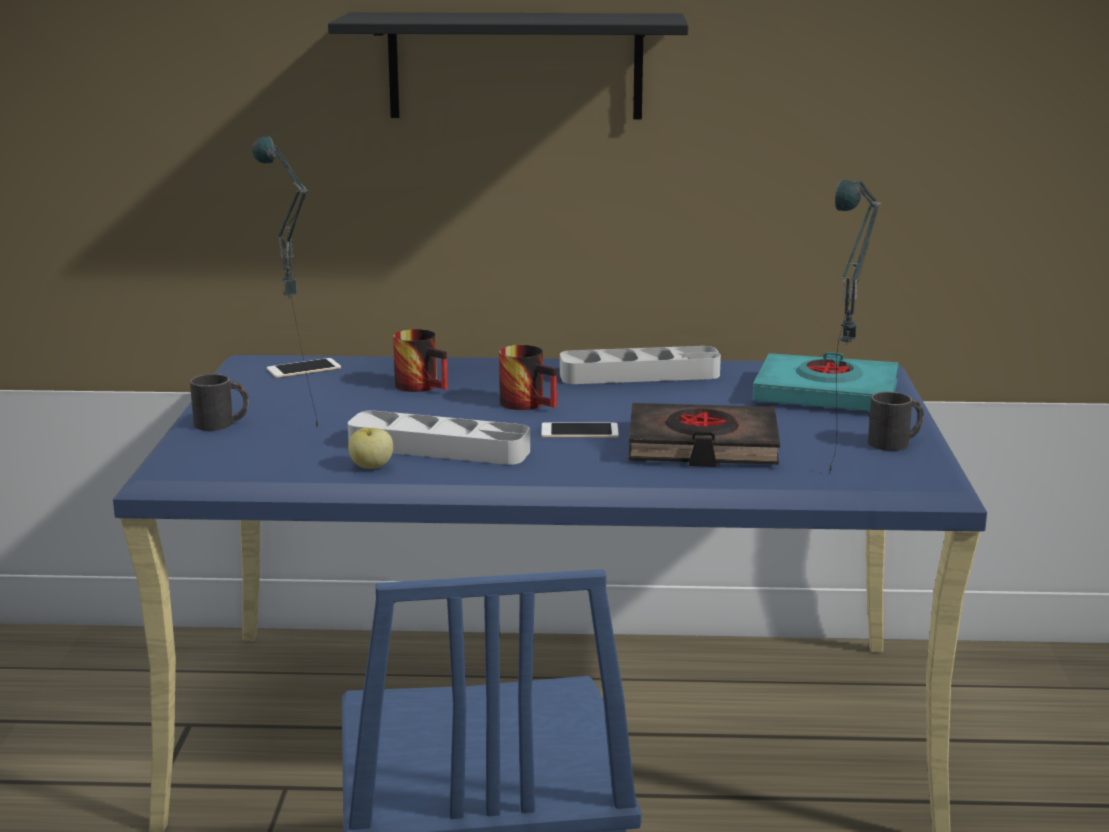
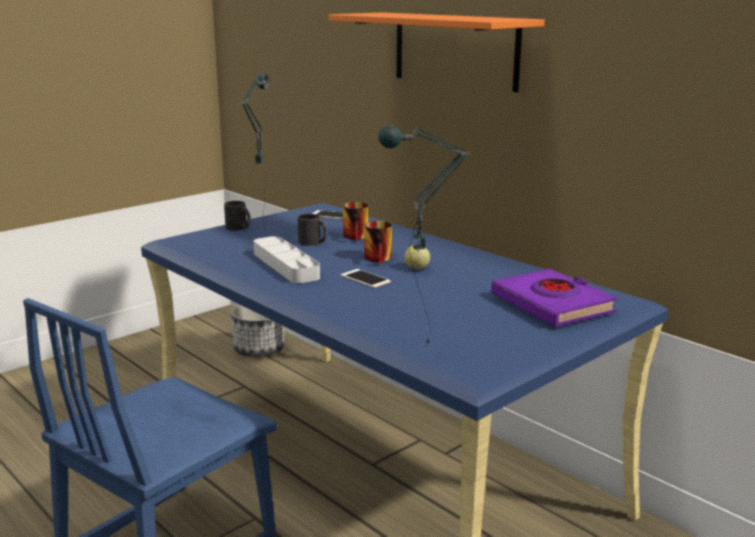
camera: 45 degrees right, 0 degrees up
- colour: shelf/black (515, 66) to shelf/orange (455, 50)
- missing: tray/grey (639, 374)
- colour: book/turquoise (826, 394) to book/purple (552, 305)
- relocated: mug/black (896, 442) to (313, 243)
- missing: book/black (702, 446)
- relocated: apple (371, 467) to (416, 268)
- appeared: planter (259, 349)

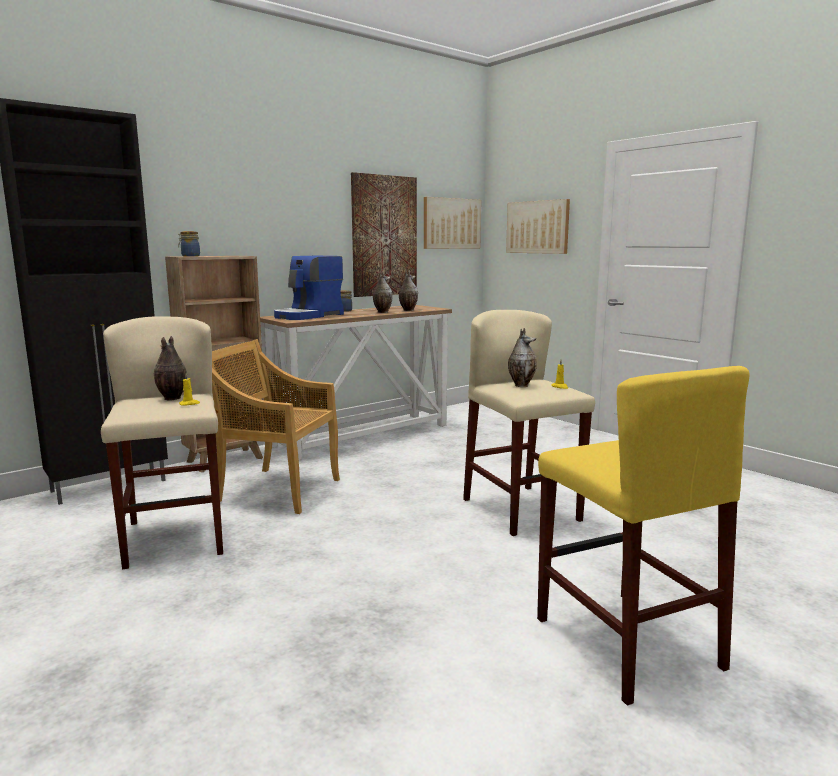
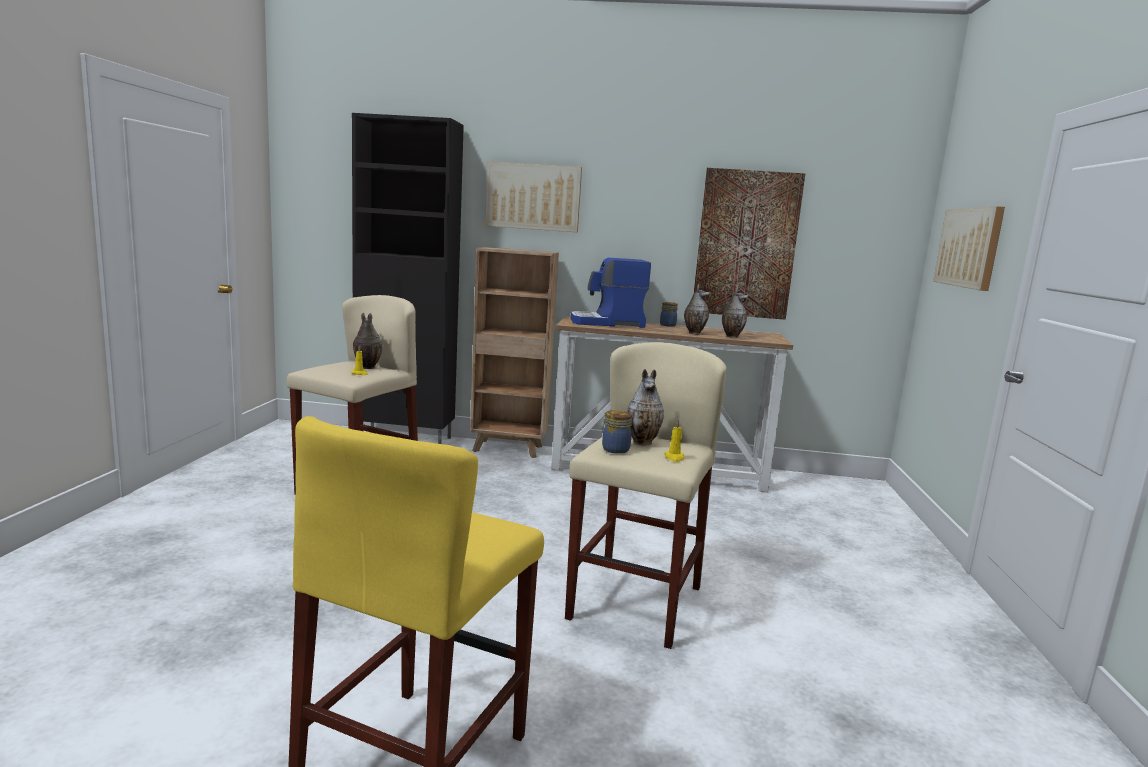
camera: 45 degrees right, 0 degrees up
- relocated: picture (451, 223) to (533, 197)
- relocated: jar (190, 256) to (614, 449)
- missing: chair/beige (277, 490)

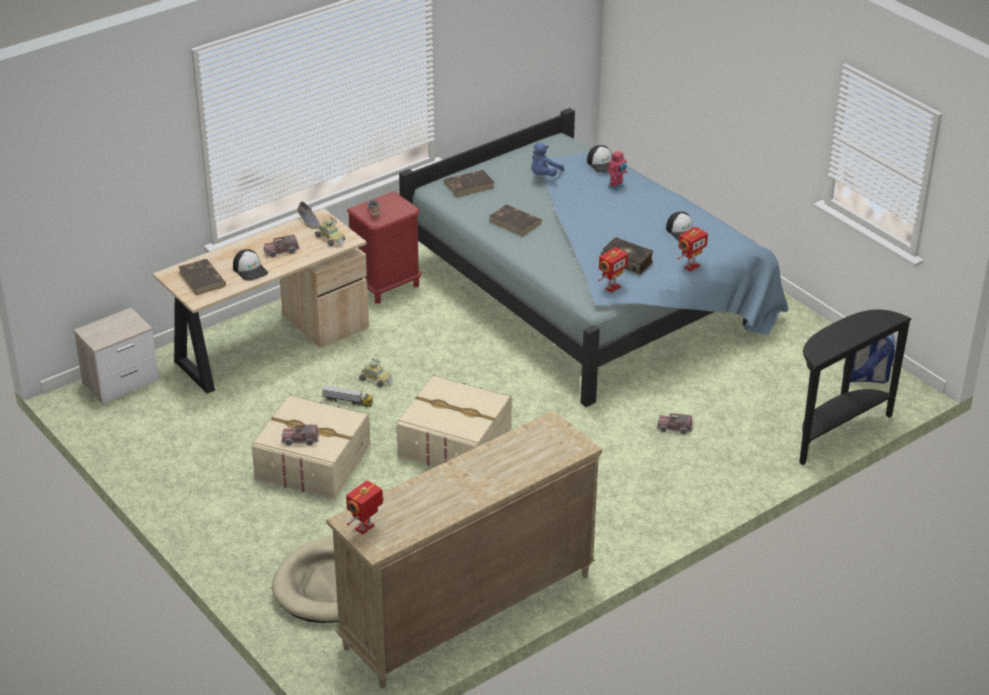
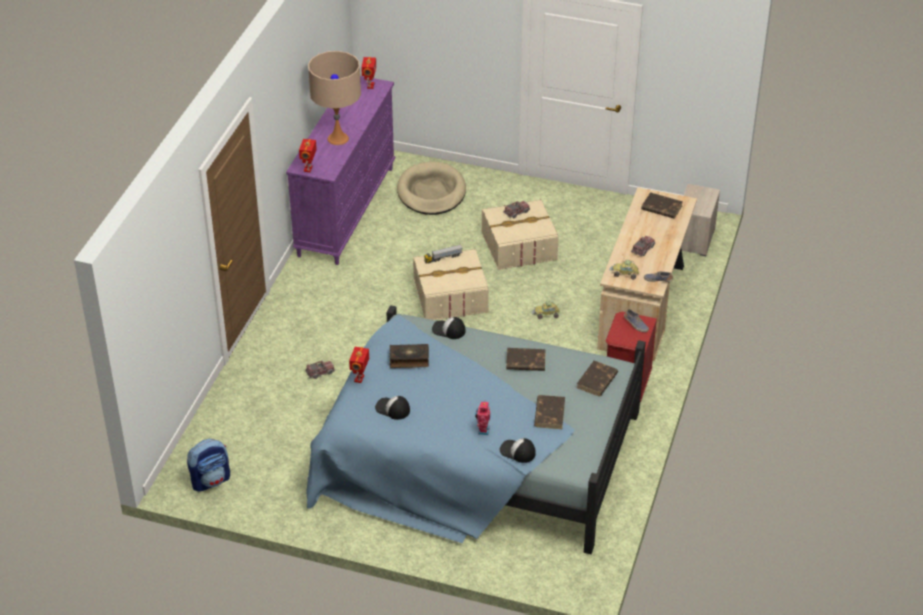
camera: 145 degrees right, 5 degrees up
- exchanged: plush toy/blue (544, 175) to book/brown (549, 413)
- relocated: toy robot (612, 287) to (309, 169)
- relocated: cap (250, 270) to (448, 330)
- missing: console table/black (835, 431)
- relocated: toy truck (347, 401) to (443, 258)
- colour: dresser/beige (467, 611) to dresser/purple (346, 211)
- appeared: table lamp/beige (338, 138)

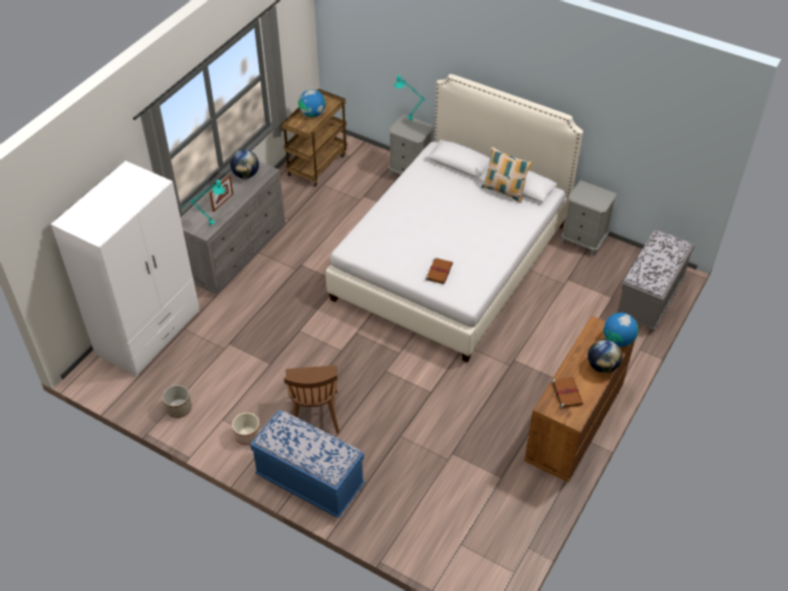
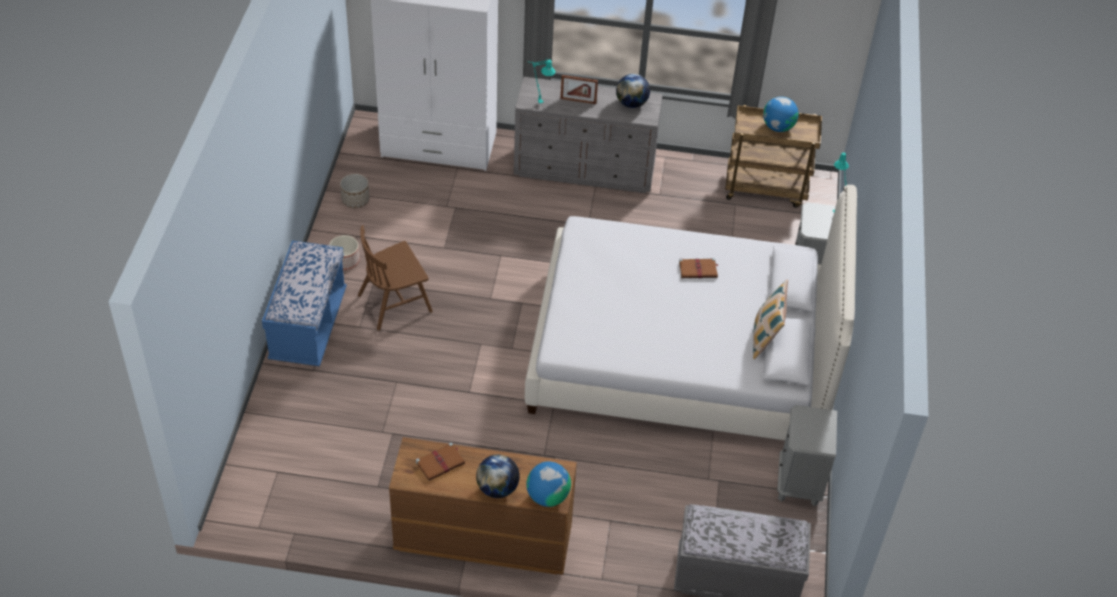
camera: 65 degrees right, 0 degrees up
- relocated: book/brown (439, 271) to (698, 270)

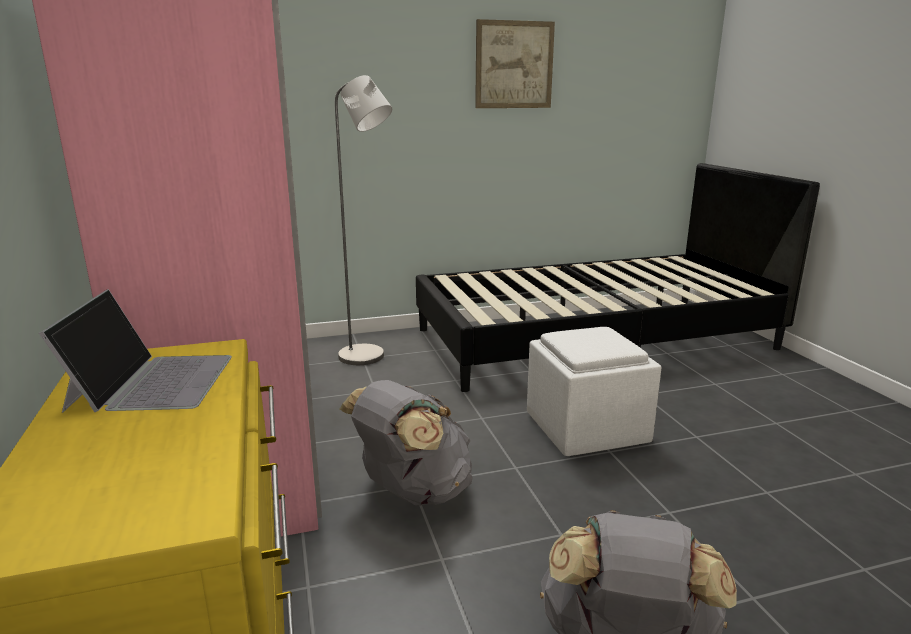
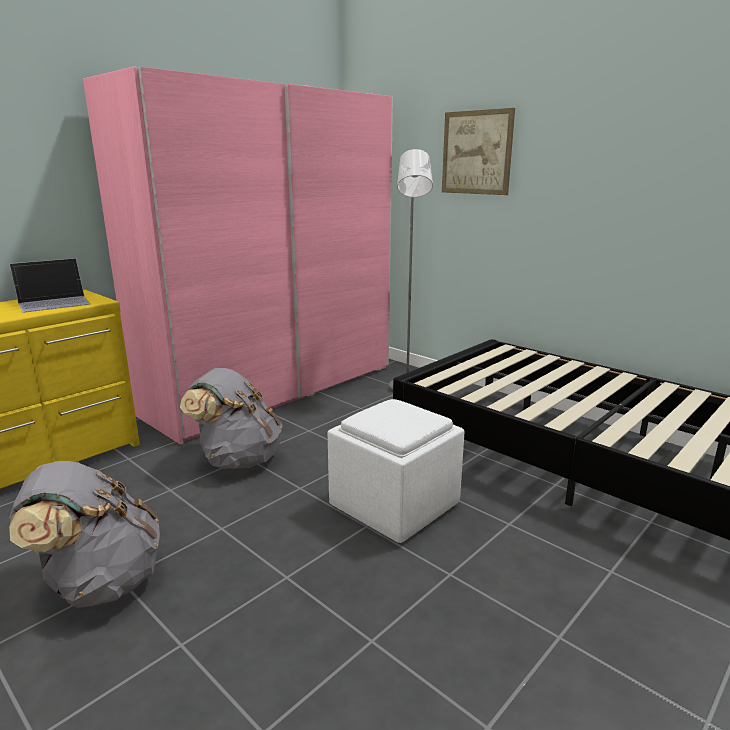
camera: 60 degrees right, 0 degrees up
- relocated: picture (514, 65) to (476, 152)

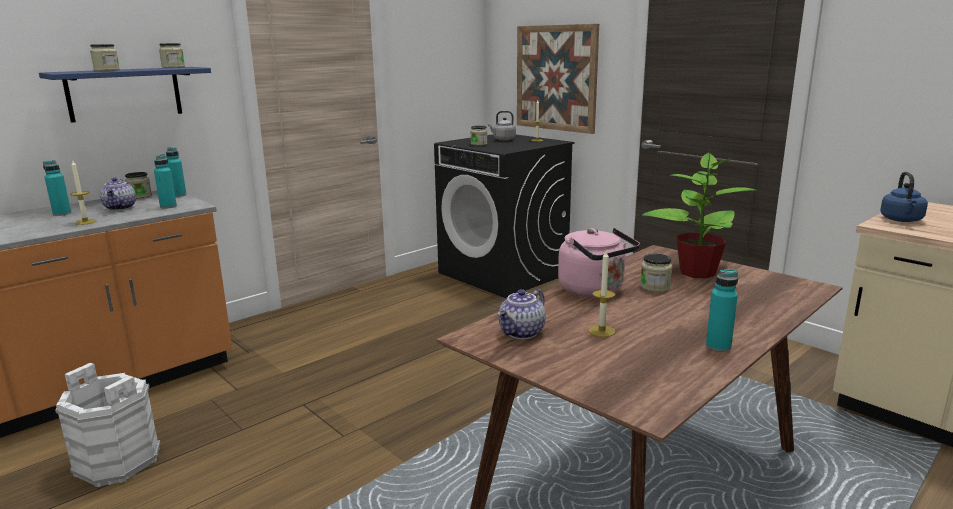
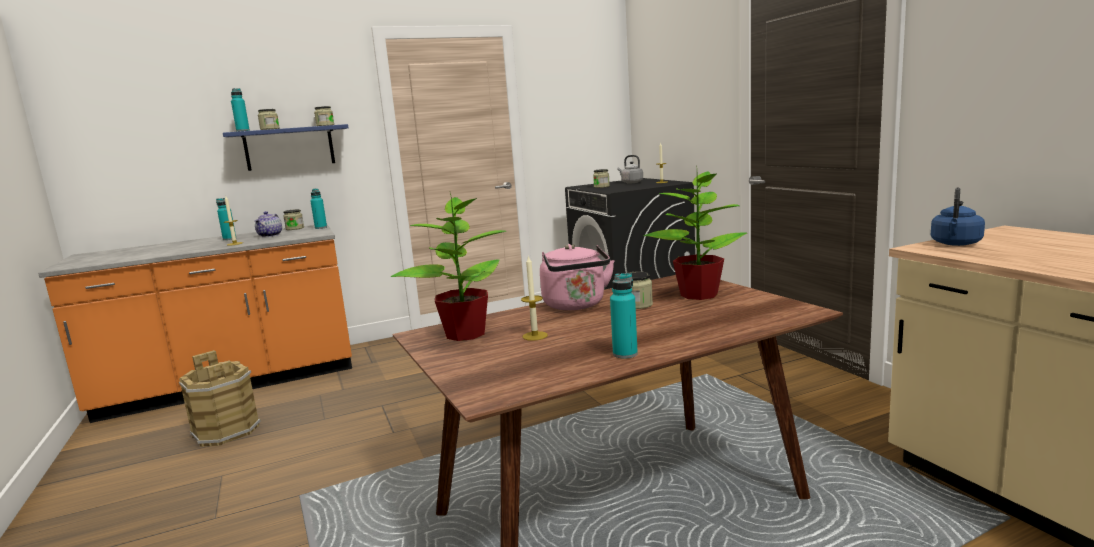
camera: 20 degrees right, 5 degrees down
- missing: picture (556, 78)
- relocated: bottle/turquoise (168, 206) to (243, 131)
- exchanged: teapot (522, 333) to potted plant (465, 333)
- colour: bucket/white (118, 461) to bucket/brown (227, 431)

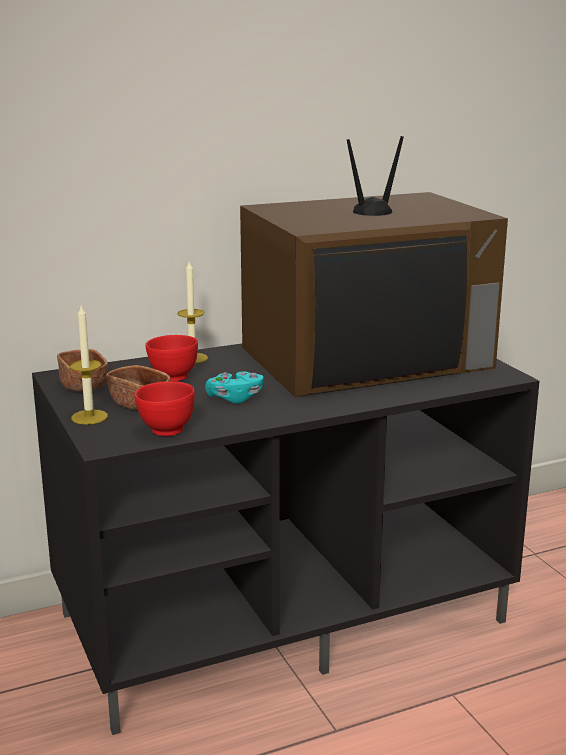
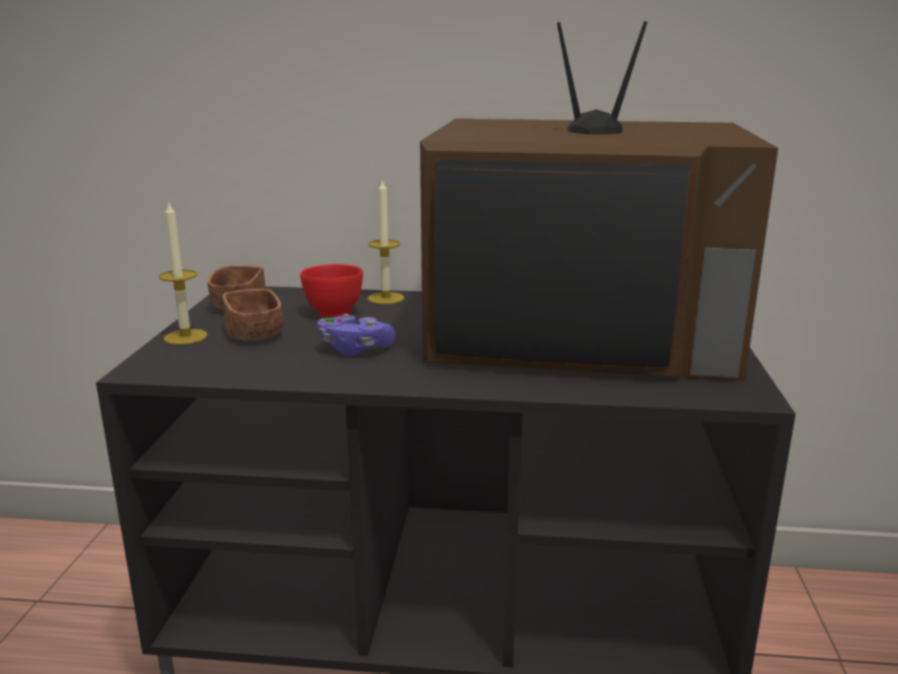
camera: 30 degrees right, 0 degrees up
- colour: game controller/turquoise (235, 398) to game controller/purple (355, 349)
- missing: bowl/red (166, 430)

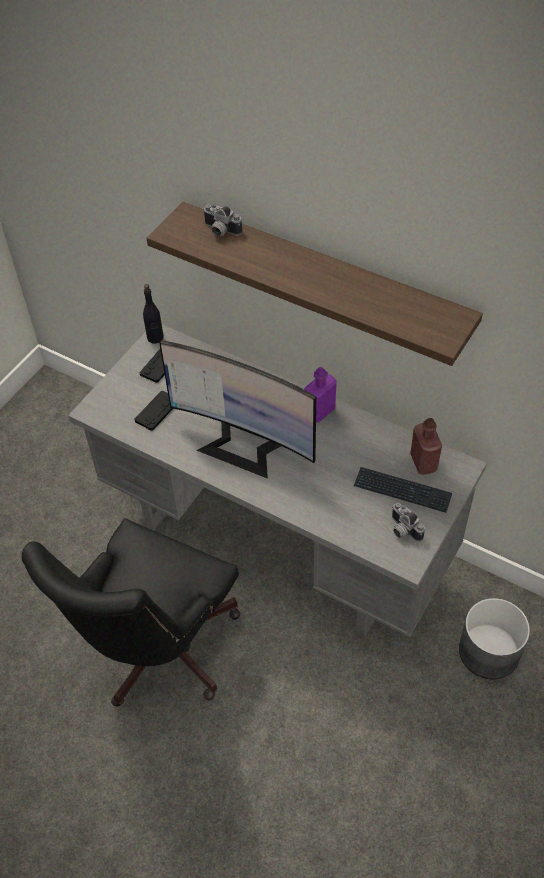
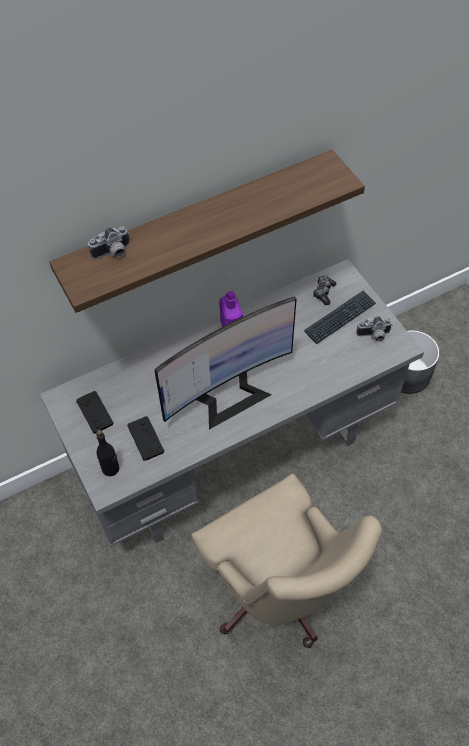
camera: 60 degrees left, 5 degrees up
- relocated: bottle/black (155, 338) to (111, 468)
- exchanged: bottle/red (423, 462) to game controller (323, 292)
- colour: office chair/black (156, 651) to office chair/beige (278, 591)

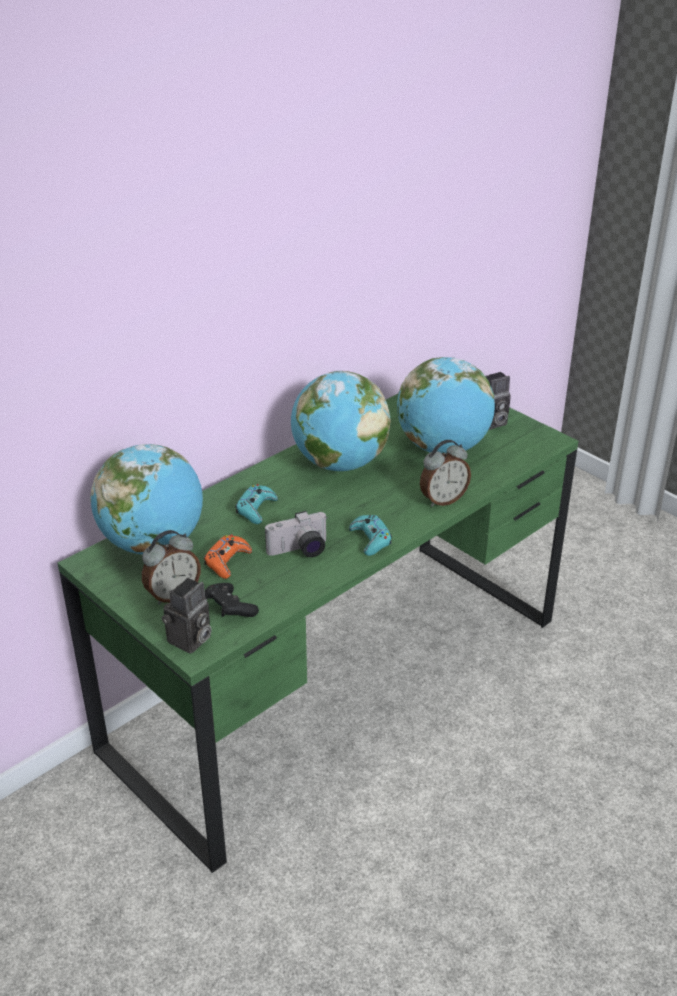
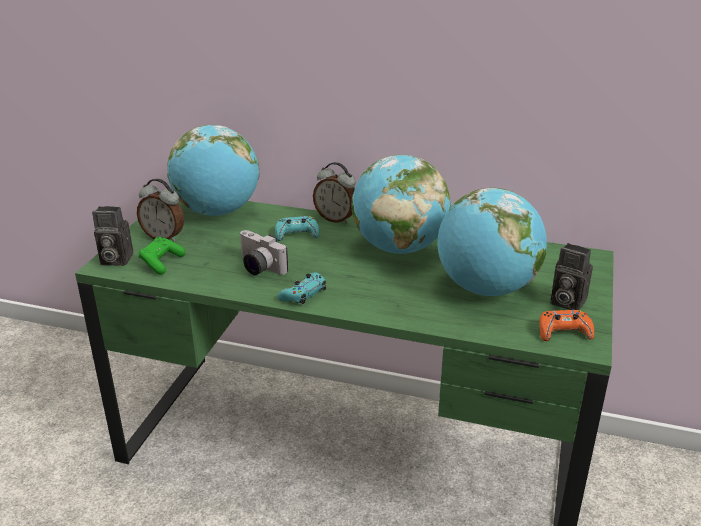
camera: 60 degrees right, 5 degrees down
- relocated: alarm clock (443, 499) to (336, 219)
- relocated: game controller/orange (227, 561) to (563, 332)
- colour: game controller/black (229, 609) to game controller/green (161, 263)

